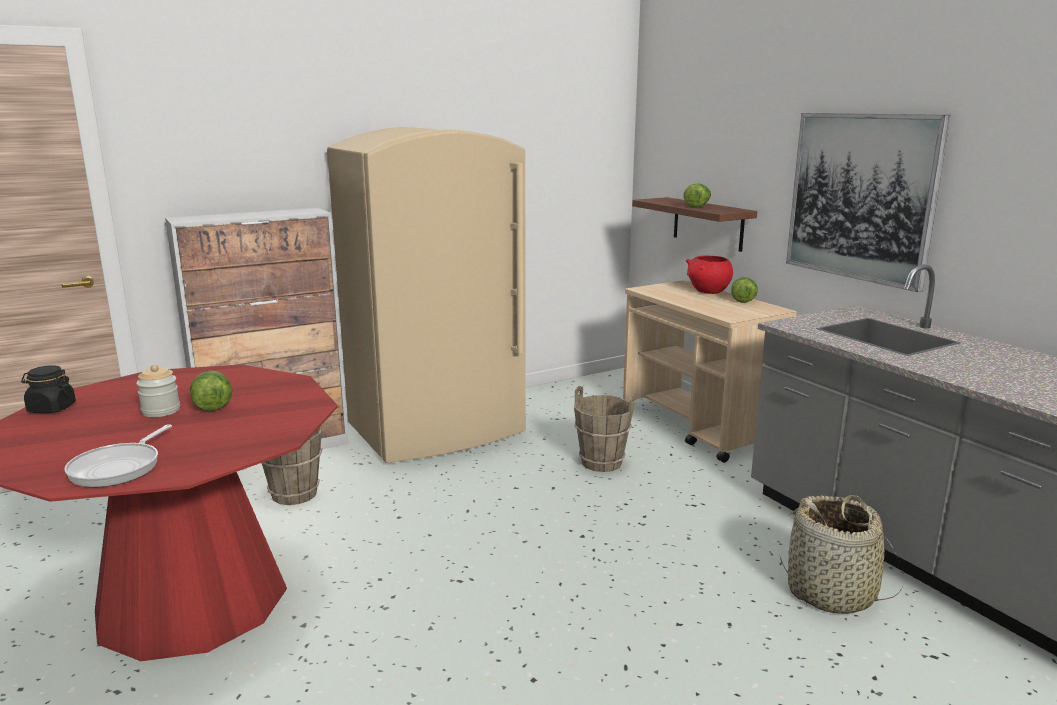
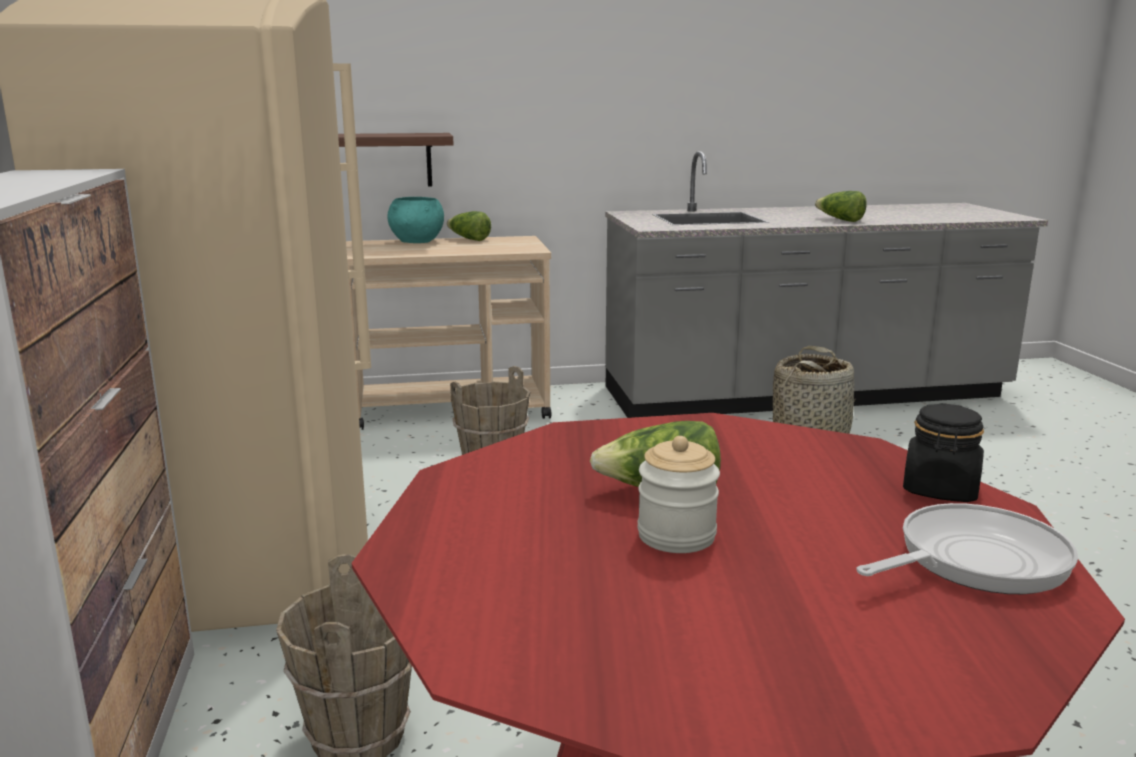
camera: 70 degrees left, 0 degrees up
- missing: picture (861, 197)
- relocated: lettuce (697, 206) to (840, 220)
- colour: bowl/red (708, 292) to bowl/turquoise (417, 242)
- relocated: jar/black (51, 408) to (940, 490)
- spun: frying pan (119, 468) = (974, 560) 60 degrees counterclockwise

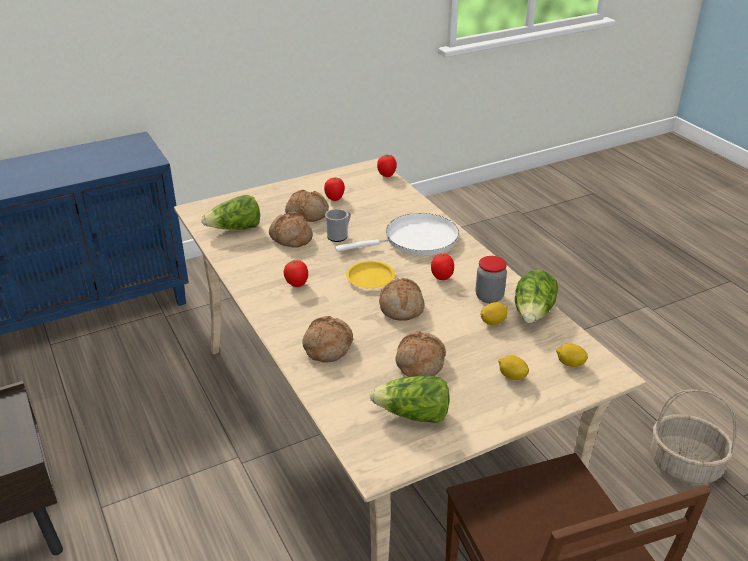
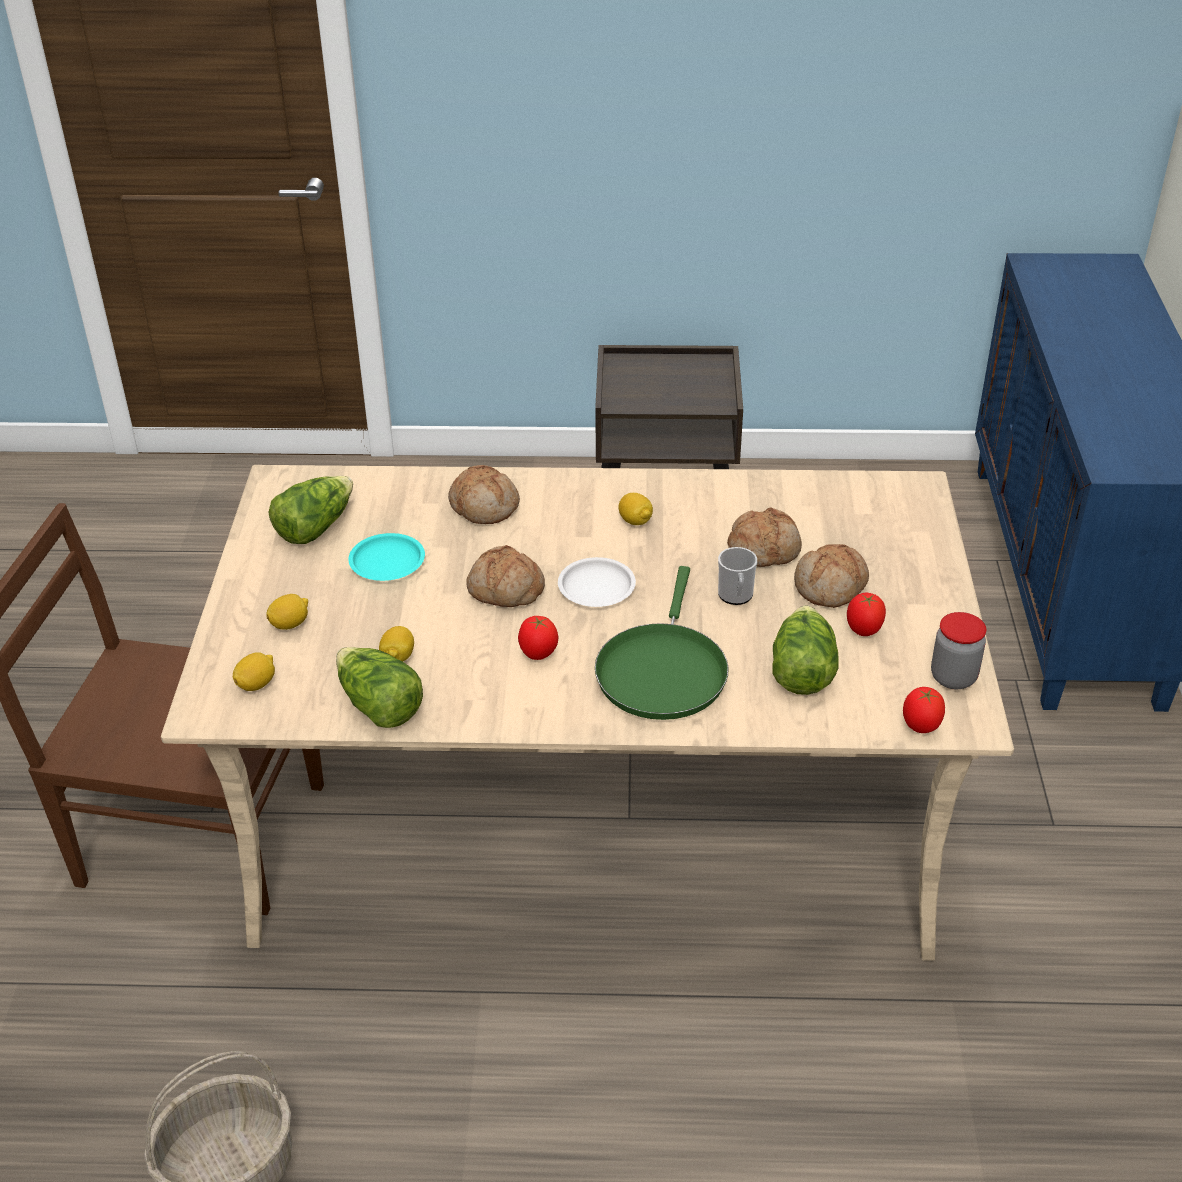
camera: 120 degrees right, 5 degrees up
- relocated: lettuce (235, 229) to (801, 670)
- colour: frying pan/white (416, 240) to frying pan/green (662, 671)
- relocated: jar (489, 297) to (953, 677)
- exchanged: tomato (297, 284) to lemon (635, 521)
- colour: plate/yellow (371, 278) to plate/white (596, 588)
- exchanged: bread (419, 363) to plate/turquoise (388, 562)

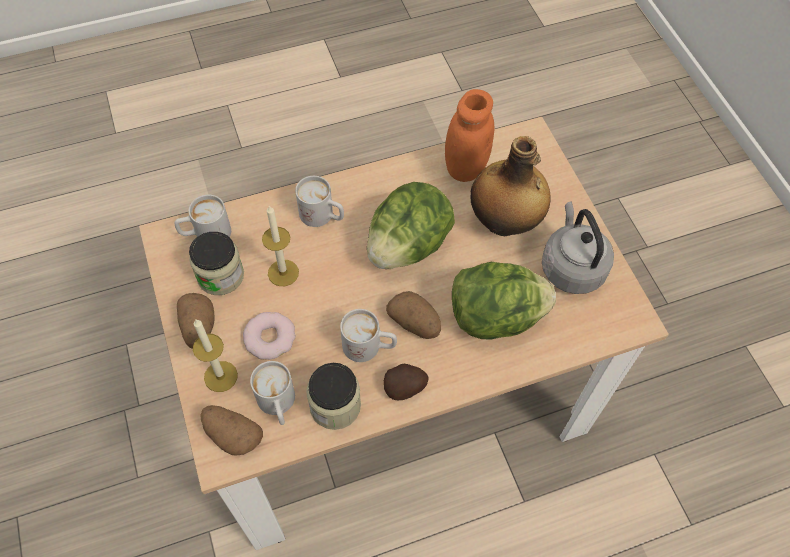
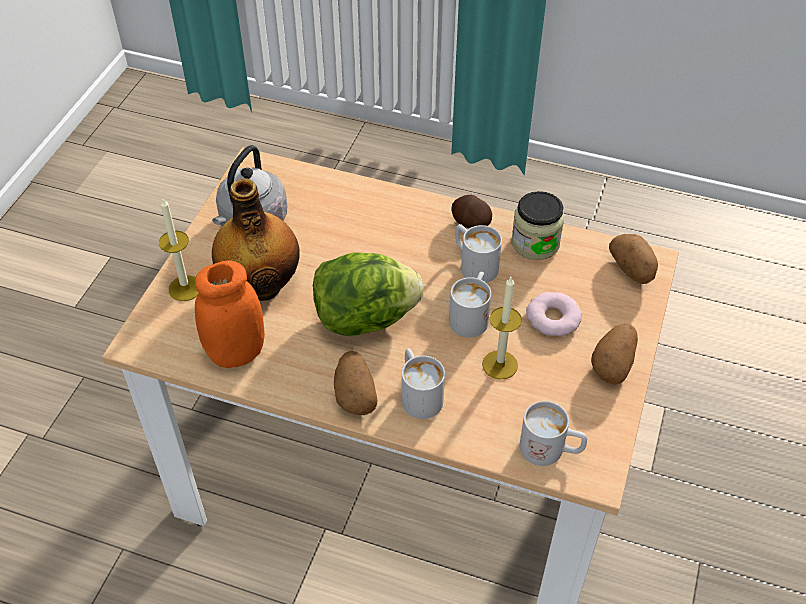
camera: 140 degrees left, 10 degrees down
- missing: jar (220, 275)
- missing: lettuce (495, 316)
- relocated: potato (415, 323) to (355, 394)
- relocated: candle (220, 376) to (185, 288)
- relocated: mug/white (278, 405) to (471, 315)

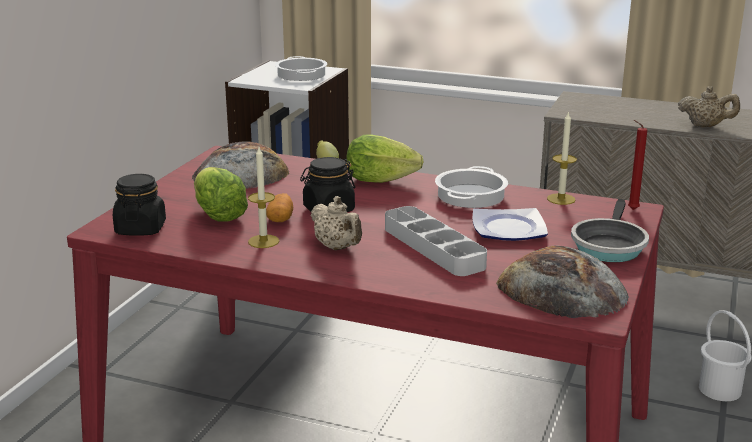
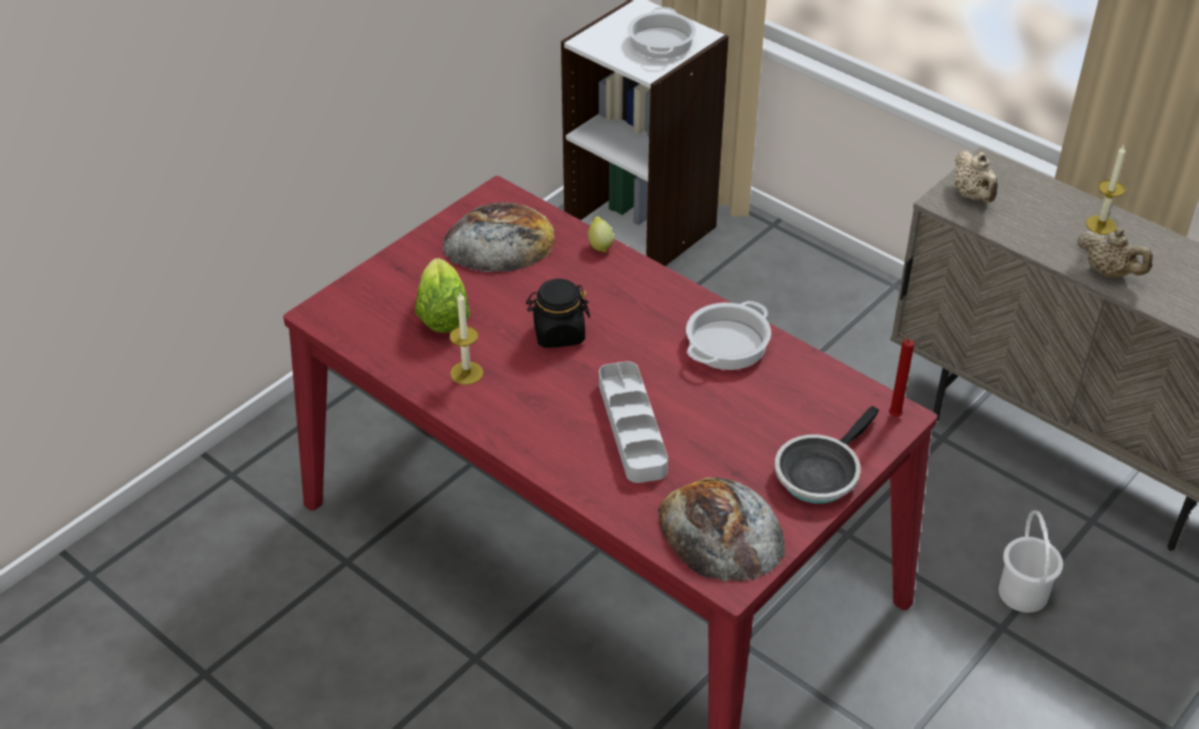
camera: 20 degrees right, 20 degrees up
- relocated: candle (561, 199) to (1101, 225)
- missing: lettuce (379, 180)
- missing: jar/black (140, 229)
- missing: potato (280, 219)
- relocated: teapot/beige (337, 248) to (973, 196)
- missing: plate (510, 230)

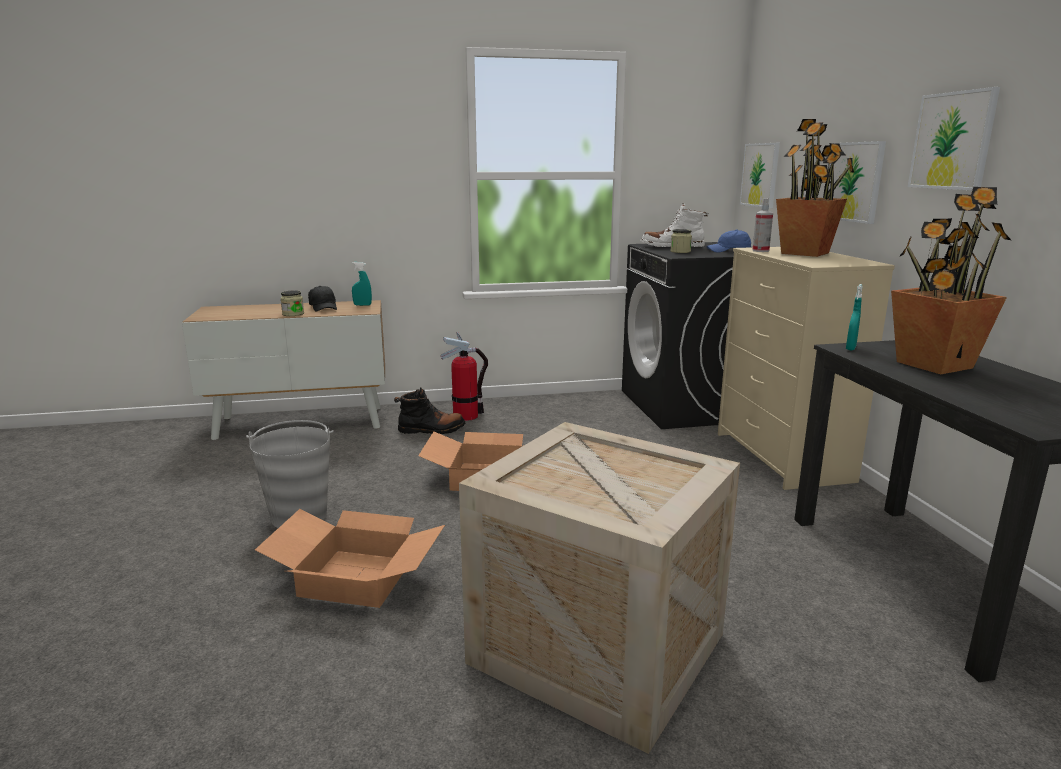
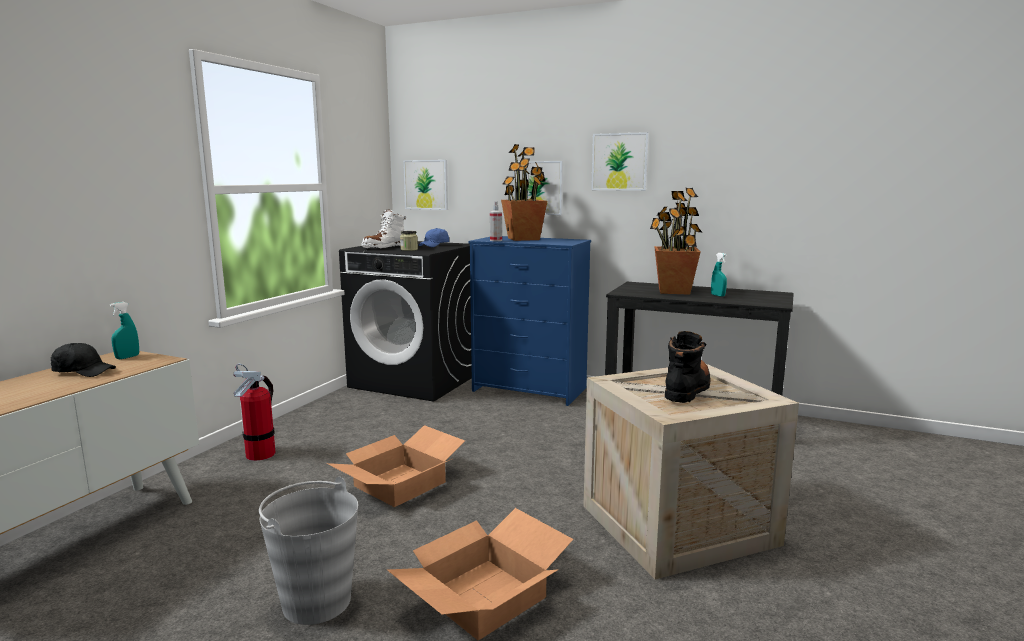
camera: 55 degrees left, 5 degrees down
- colour: dresser/beige (783, 457) to dresser/blue (530, 389)
- relocated: spray bottle/turquoise (850, 348) to (718, 295)
- missing: jar (293, 314)
- relocated: boot/black (431, 430) to (687, 389)

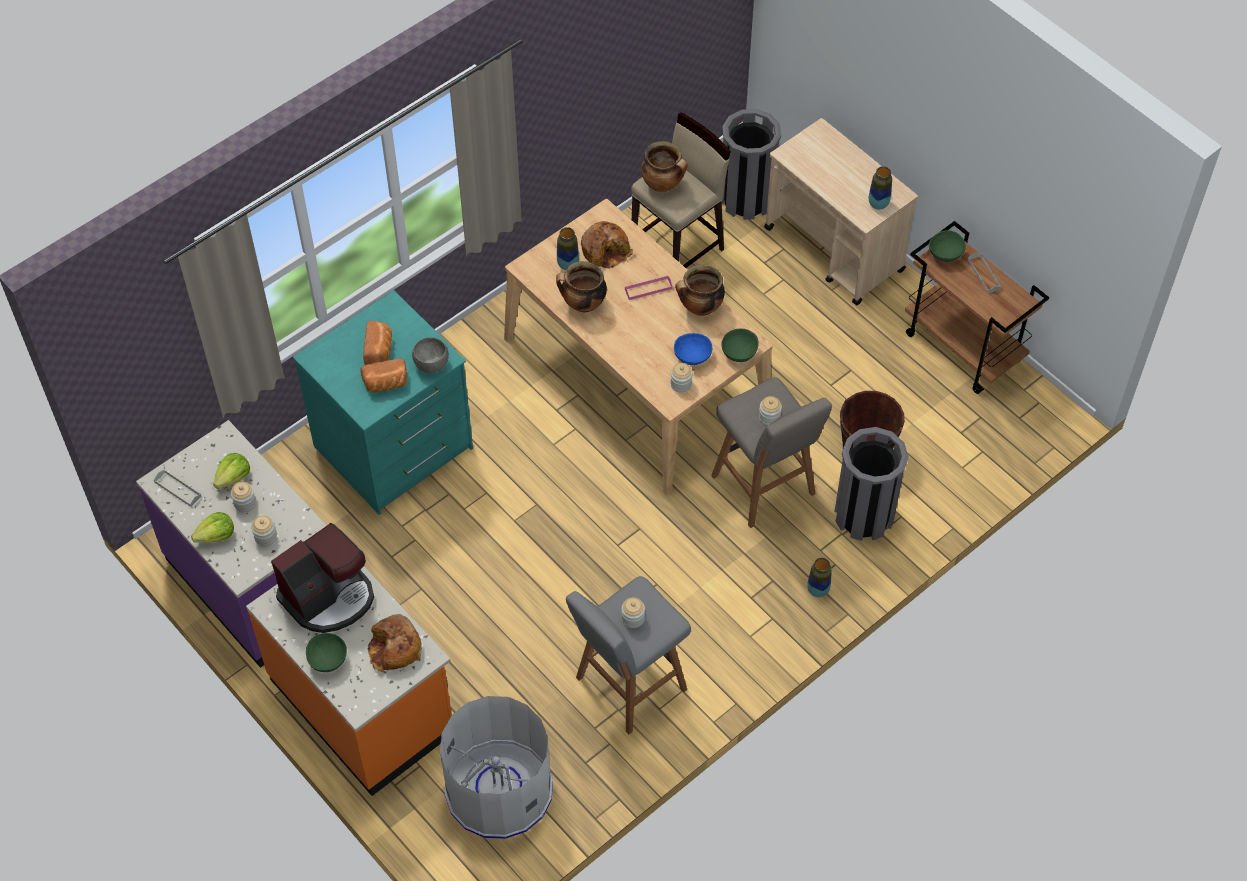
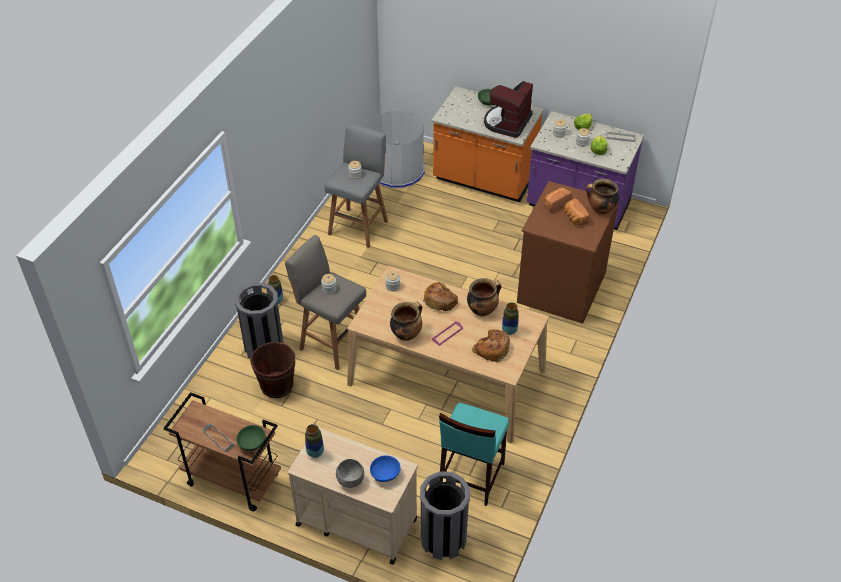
camera: 155 degrees right, 10 degrees down
- colour: stool/beige (678, 249) to stool/turquoise (470, 476)
- relocated: cooking pot (663, 185) to (600, 210)
- colour: dresser/turquoise (394, 449) to dresser/brown (560, 287)
- missing: bowl/green (739, 352)
- relocated: bowl/blue (692, 356) to (385, 474)
- relocated: bowl/grey (432, 364) to (350, 480)
- relocated: bread (394, 648) to (440, 300)

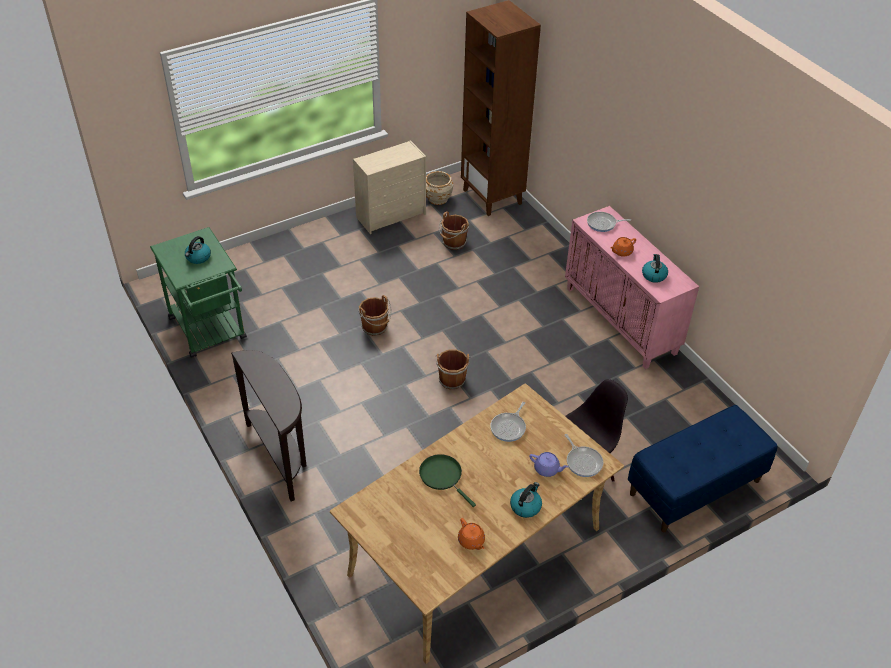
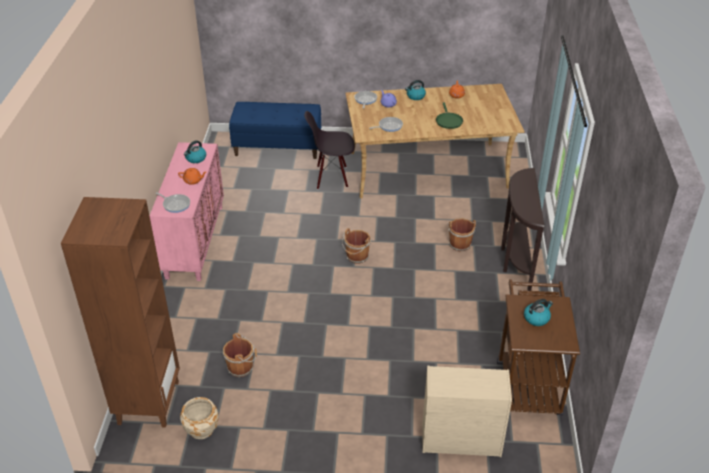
camera: 145 degrees left, 5 degrees down
- relocated: dresser/beige (391, 215) to (460, 439)
- colour: cart/green (210, 332) to cart/brown (527, 381)
- relocated: bucket/brown (375, 327) to (459, 243)

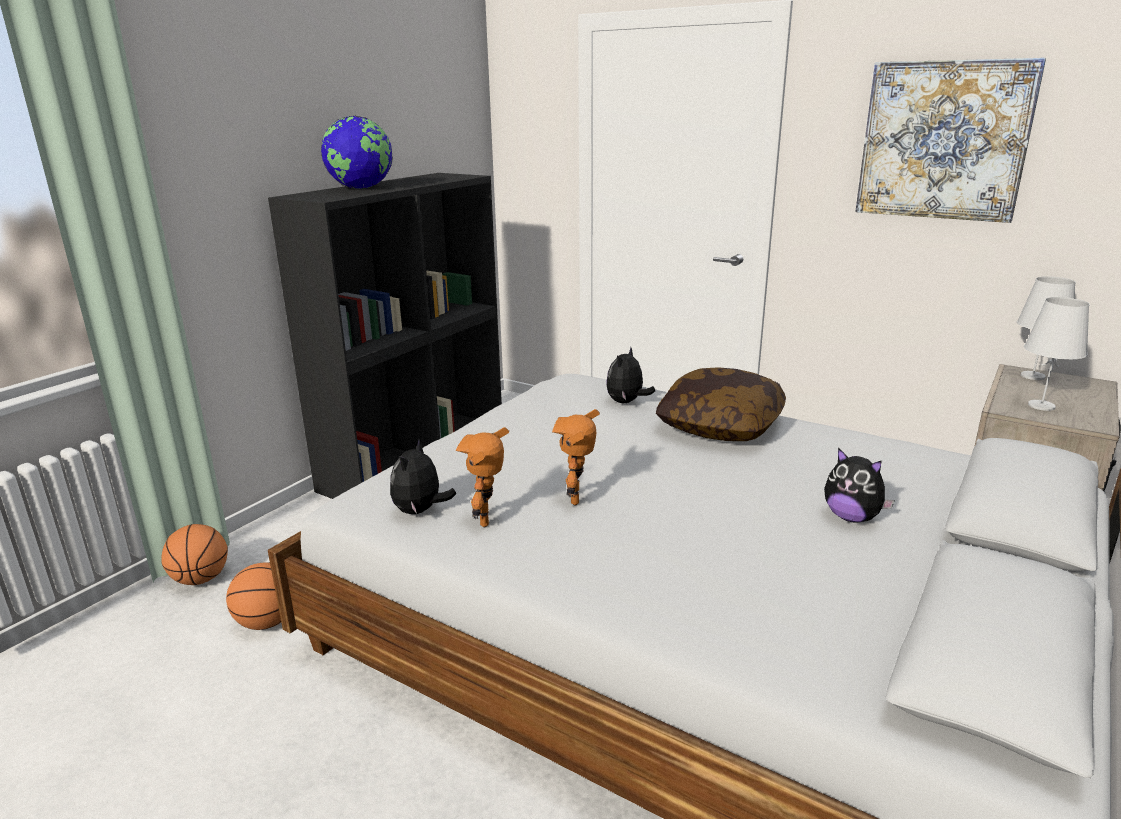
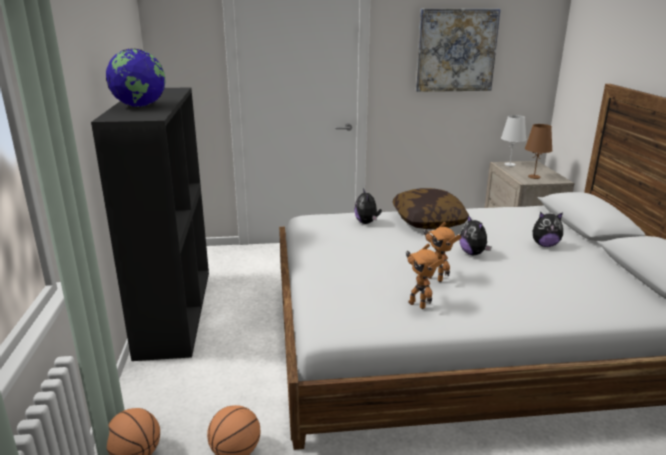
camera: 40 degrees left, 0 degrees up
- colour: table lamp/white (1041, 405) to table lamp/brown (534, 177)
- relocated: plush toy (420, 511) to (473, 253)

